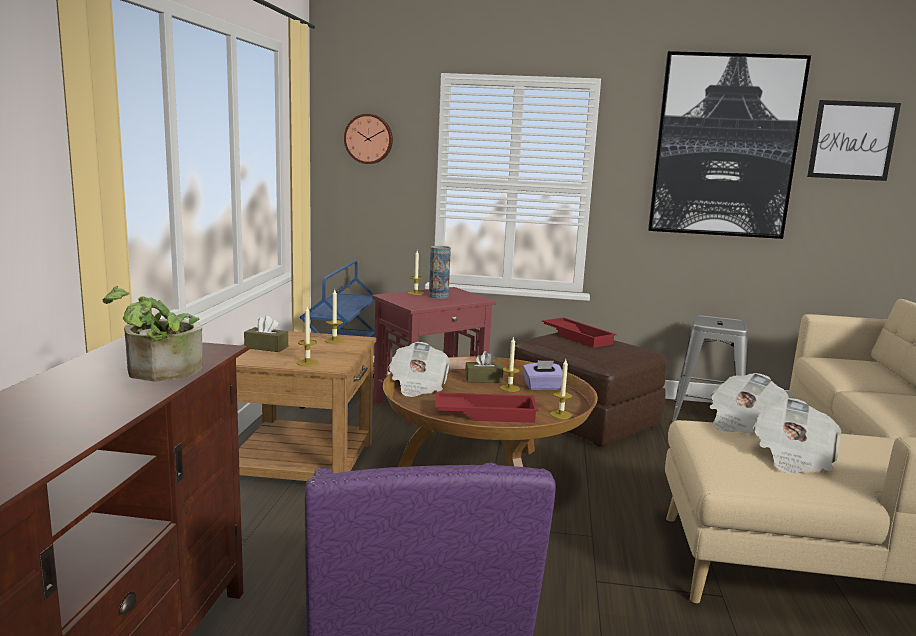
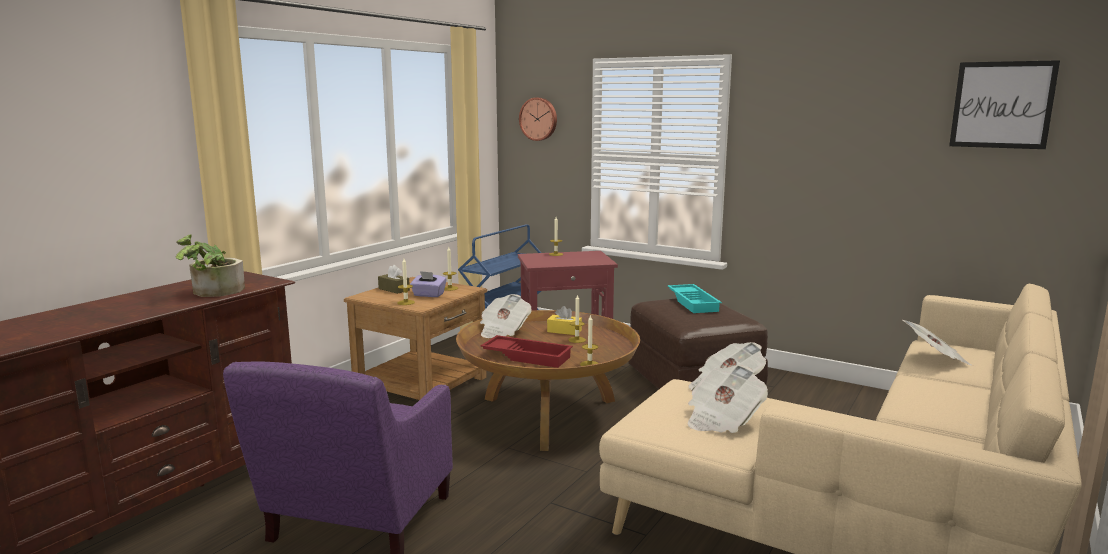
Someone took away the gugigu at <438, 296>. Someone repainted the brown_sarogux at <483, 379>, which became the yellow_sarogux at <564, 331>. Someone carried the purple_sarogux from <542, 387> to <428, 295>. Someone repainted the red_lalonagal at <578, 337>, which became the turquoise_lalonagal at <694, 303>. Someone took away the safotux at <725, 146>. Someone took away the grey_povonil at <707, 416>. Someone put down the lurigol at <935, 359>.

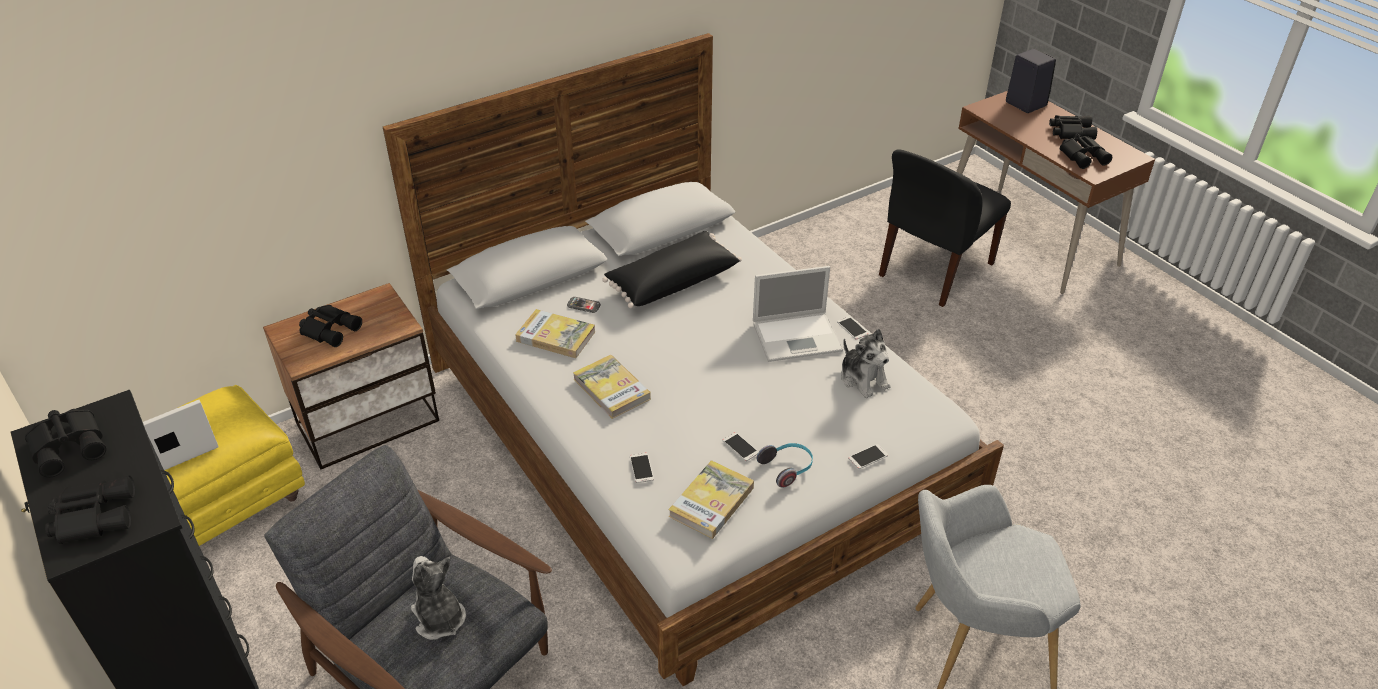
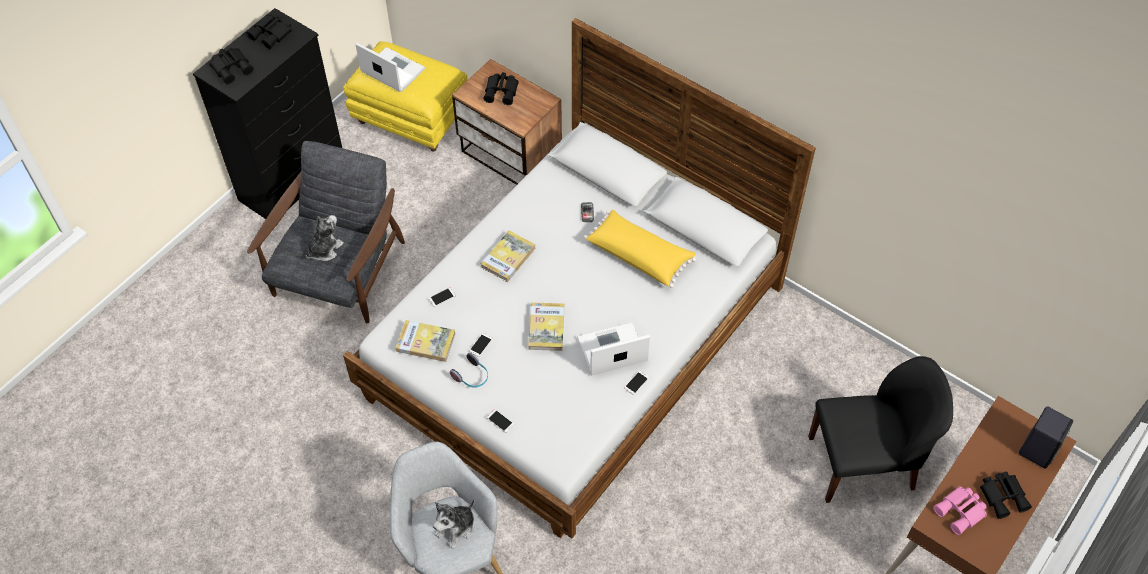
Someone carried the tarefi from <555, 336> to <546, 328>. Someone repainted the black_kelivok at <671, 281>, which became the yellow_kelivok at <639, 255>. Someone rotated the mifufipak at <798, 336> by 105 degrees clockwise. Someone carried the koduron from <863, 379> to <456, 528>. Someone rotated the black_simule at <934, 271> by 150 degrees clockwise. Someone repainted the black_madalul at <1083, 156>, which became the pink_madalul at <961, 512>.

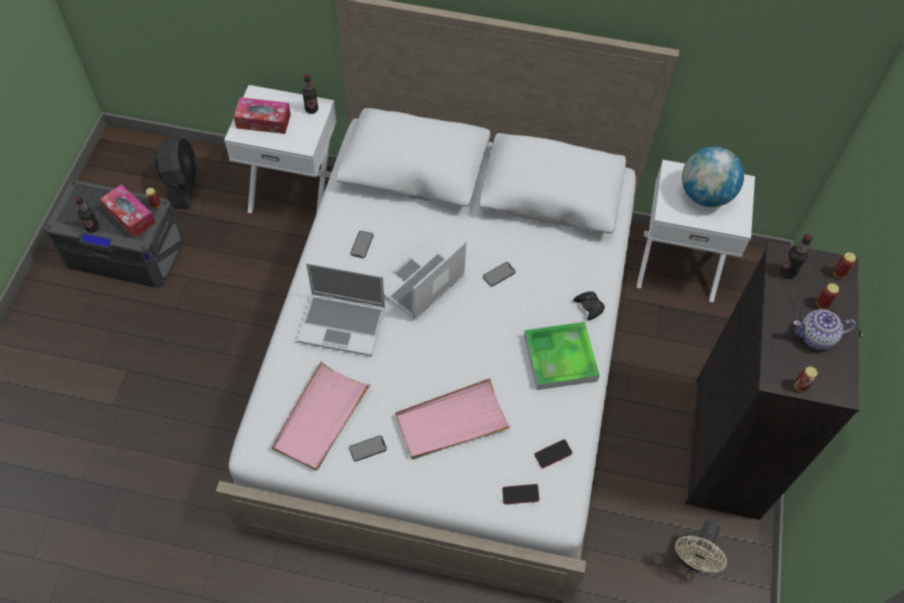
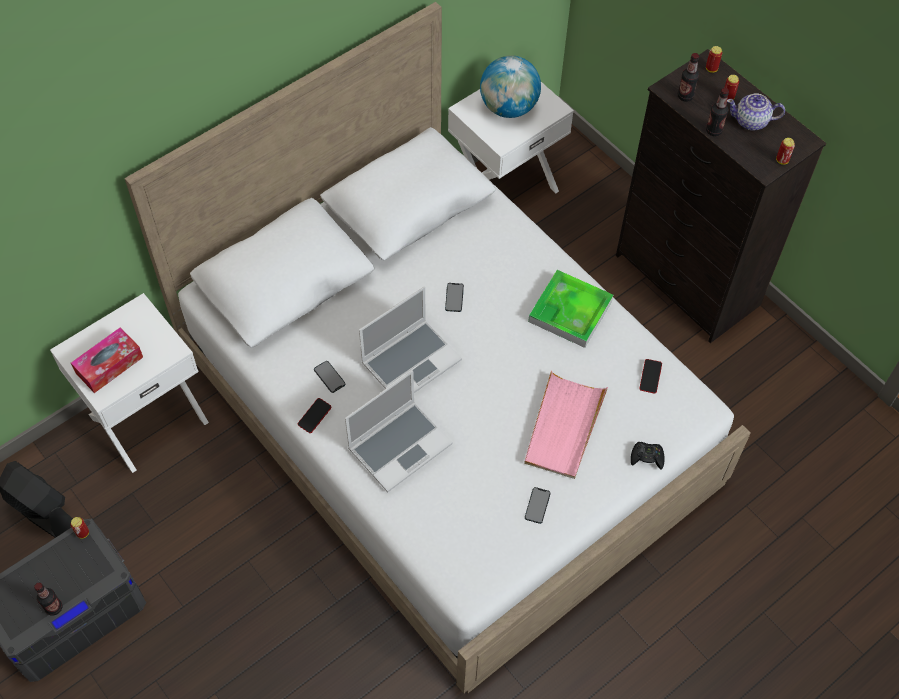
Someone took away the sarogux at <129, 215>. Someone took away the pink_lalonagal at <320, 418>. Someone carried the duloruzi from <311, 109> to <713, 131>. Someone rotated the mifufipak at <420, 284> by 120 degrees counterclockwise. Someone carried the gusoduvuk from <520, 495> to <314, 417>. Someone carried the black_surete from <589, 307> to <647, 457>. Someone took away the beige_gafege at <693, 559>. Someone rotated the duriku at <816, 337> by 60 degrees clockwise.

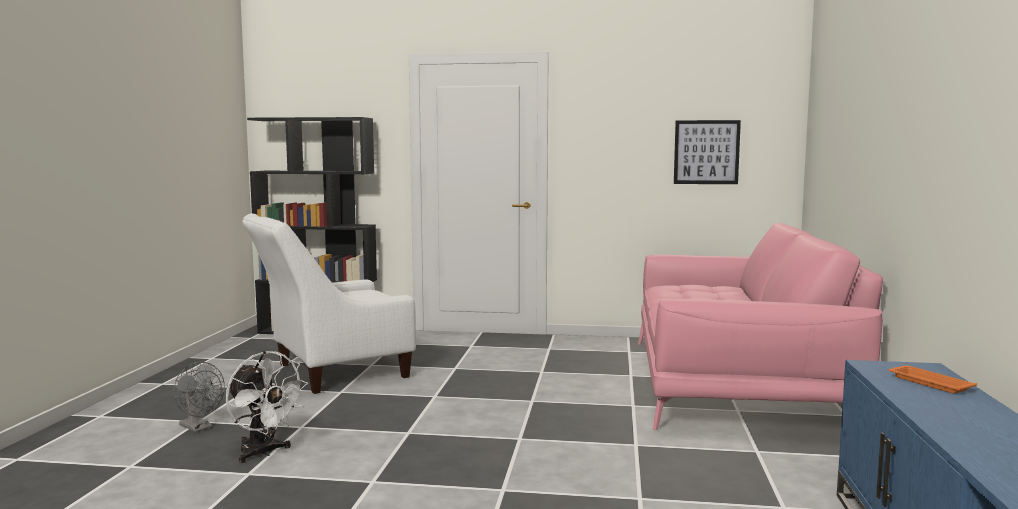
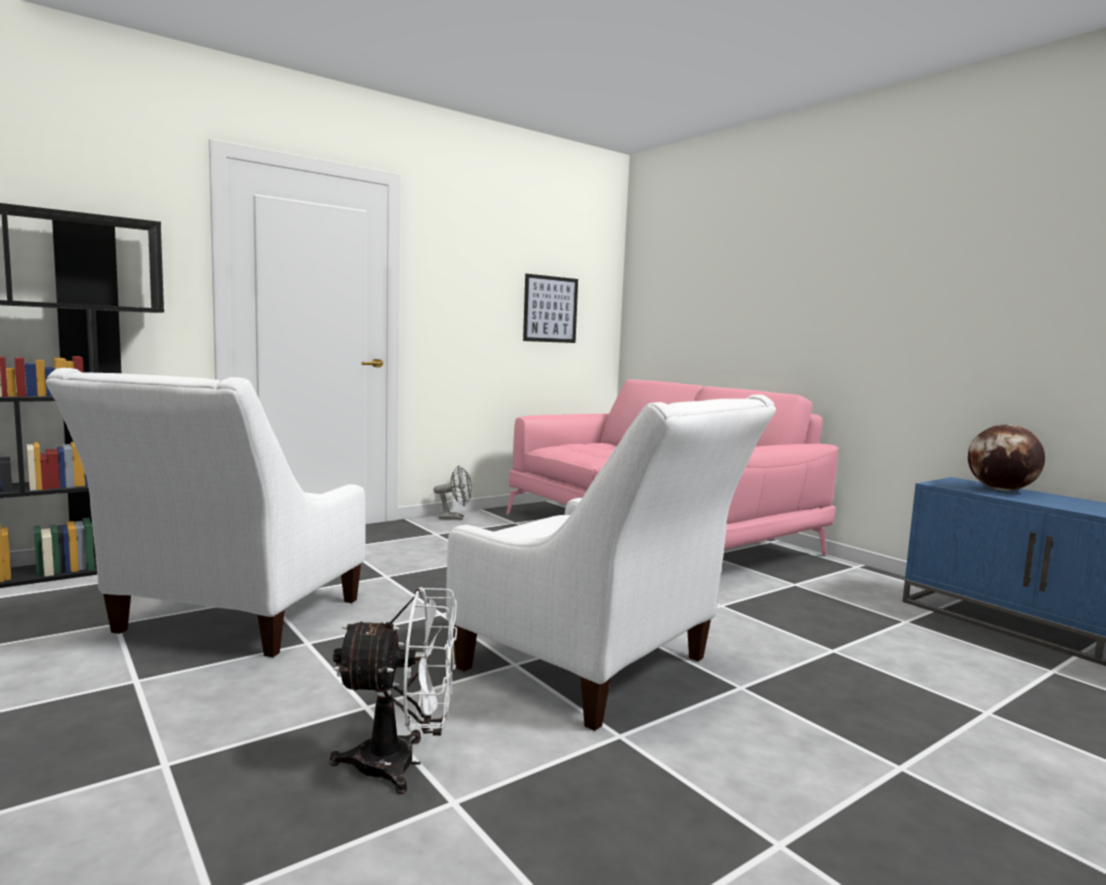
Someone carried the grey_gafege from <199, 428> to <455, 518>. Someone swapped the orange_lalonagal at <929, 383> for the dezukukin at <1001, 490>. Someone put down the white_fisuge at <599, 669>.

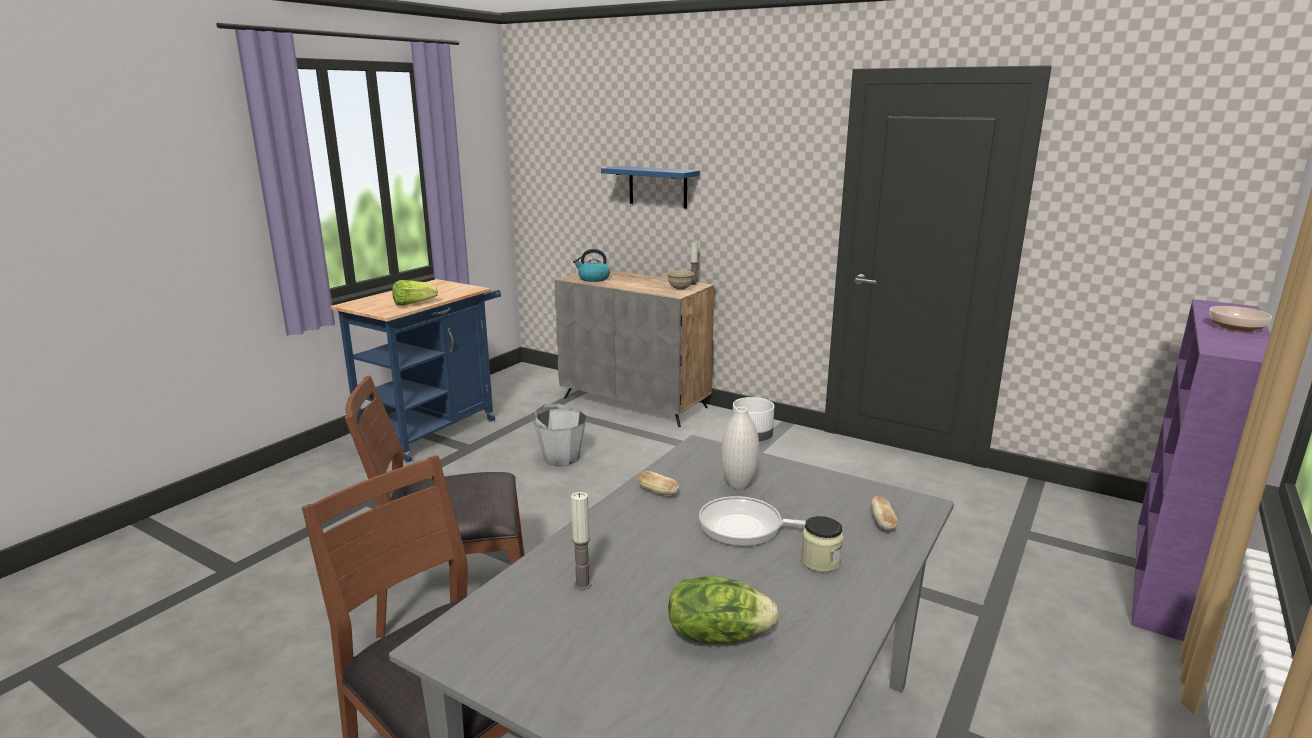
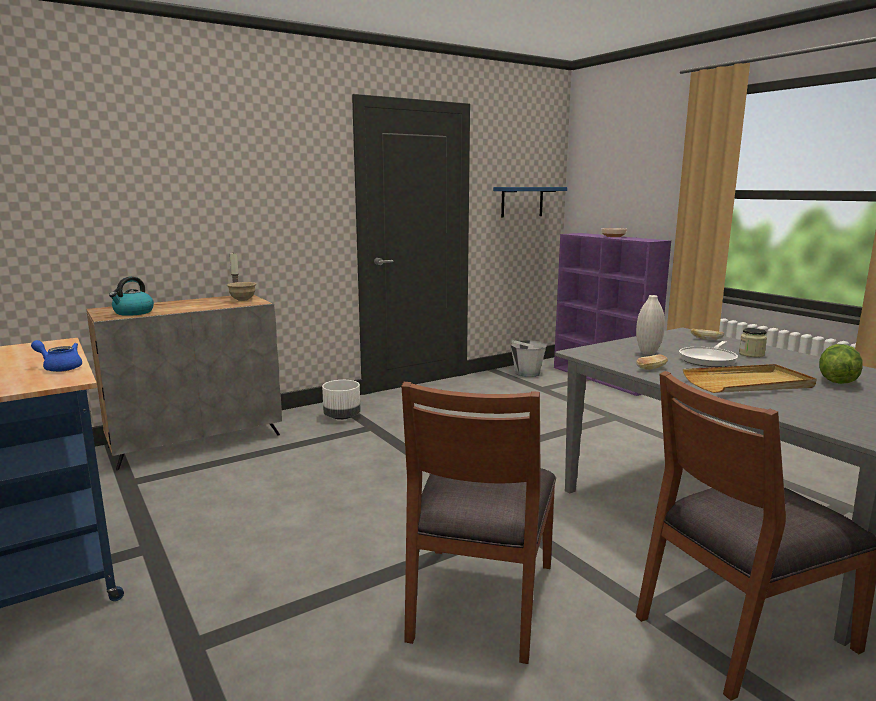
Someone swapped the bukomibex at <413, 304> for the blue_duriku at <60, 367>. Someone carried the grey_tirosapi from <561, 457> to <527, 373>. Someone took away the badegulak at <582, 584>. Someone carried the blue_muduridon from <658, 187> to <522, 201>. Someone put down the beige_lalonagal at <749, 383>.

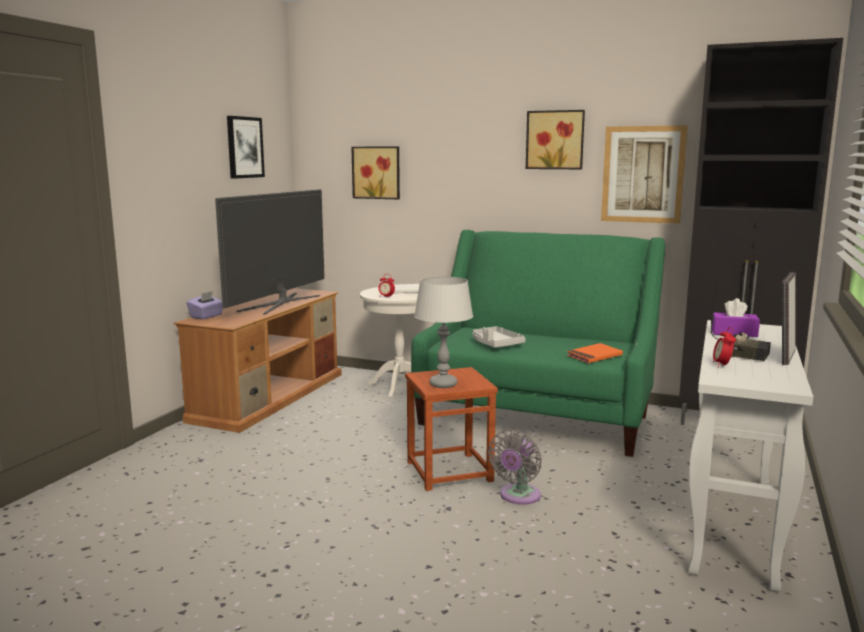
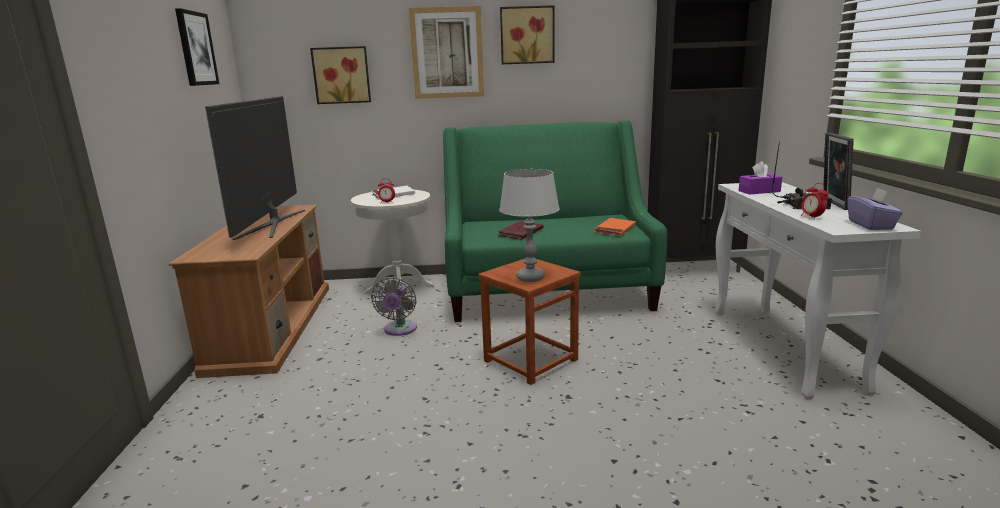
Someone carried the purple_sarogux from <207, 316> to <871, 225>. Someone swapped the grey_lalonagal at <495, 344> for the red_tarefi at <521, 233>. Someone carried the grey_gafege from <518, 497> to <399, 330>. Someone carried the safotux from <643, 174> to <447, 53>.

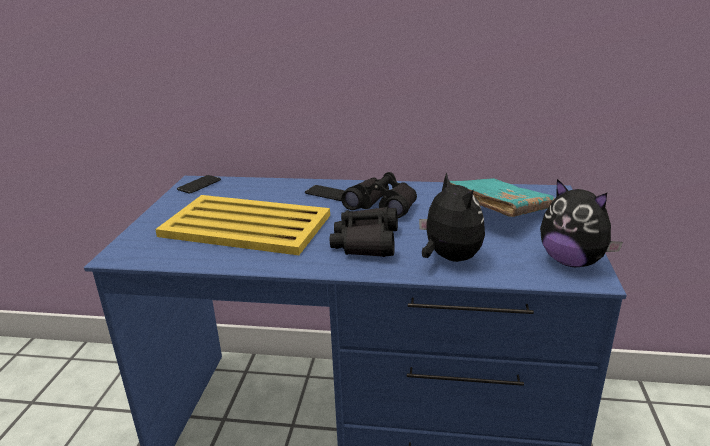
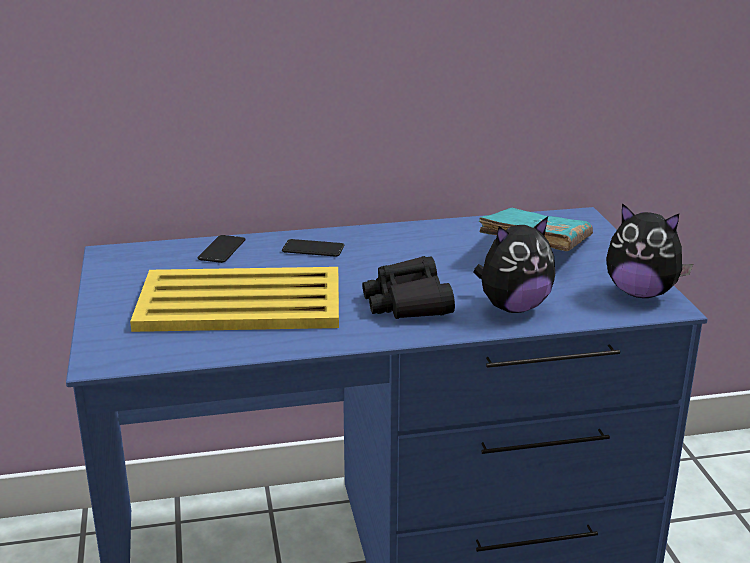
Someone carried the gusoduvuk from <199, 185> to <222, 250>. Someone took away the black_madalul at <382, 206>. Someone rotated the koduron at <449, 258> by 105 degrees clockwise.

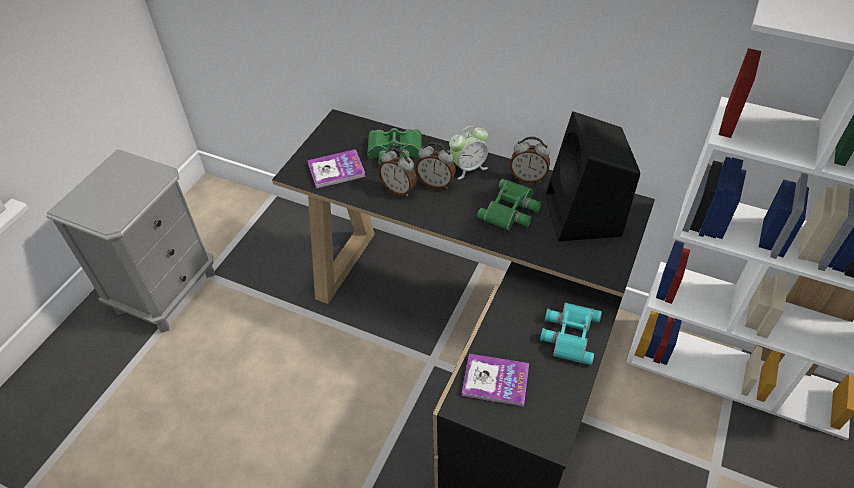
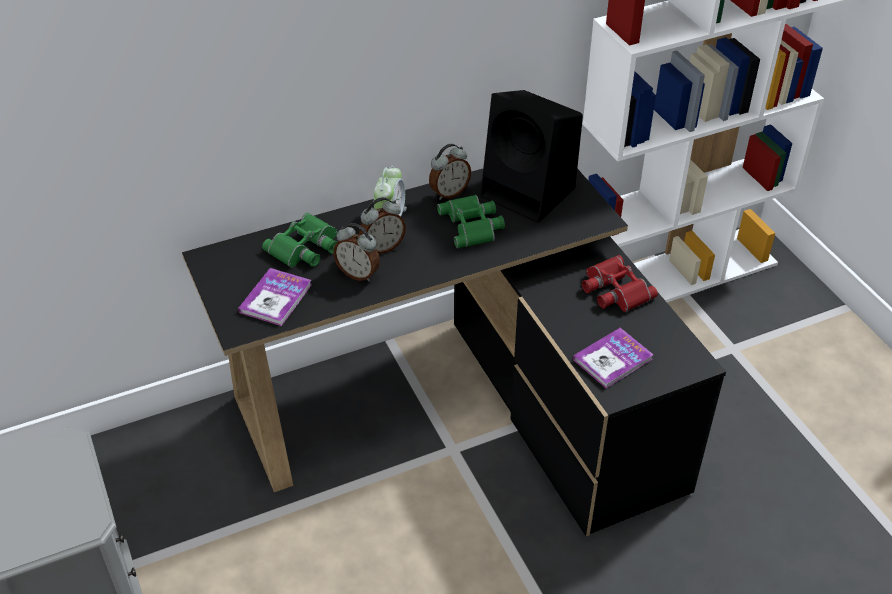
Someone rotated the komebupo at <399, 189> by 45 degrees clockwise. Someone repainted the turquoise_madalul at <568, 334>, which became the red_madalul at <614, 290>.

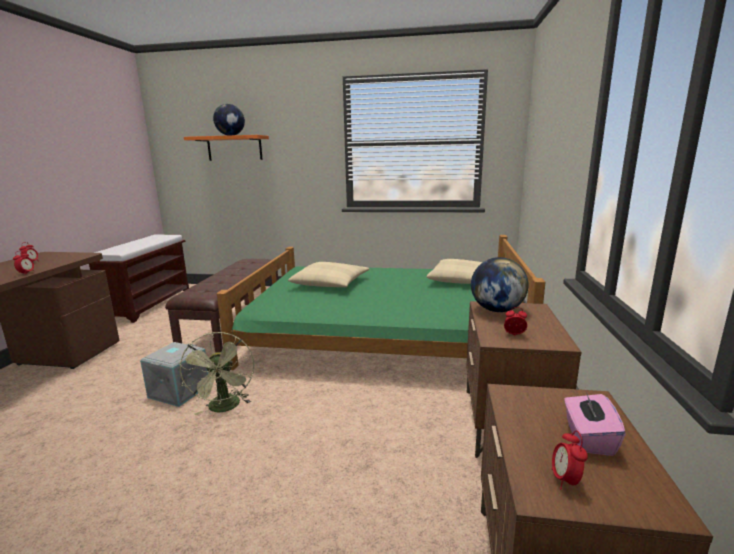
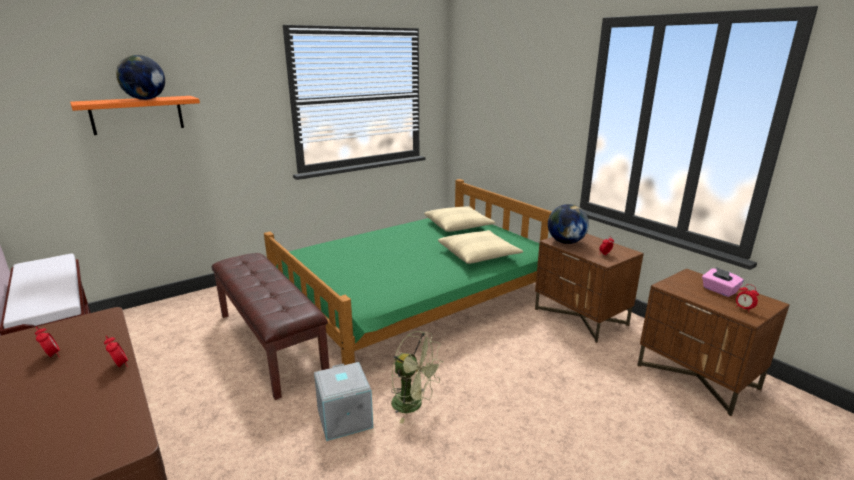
Someone carried the beige_kelivok from <330, 283> to <478, 254>.

